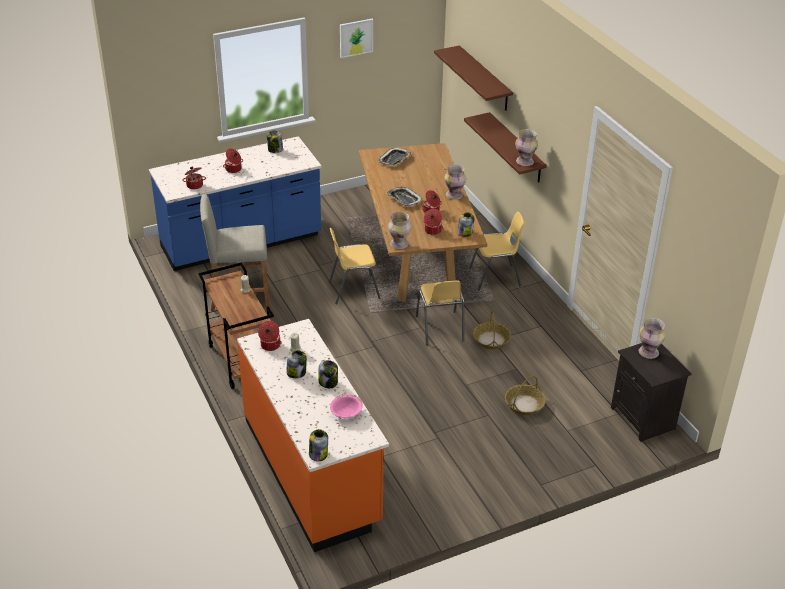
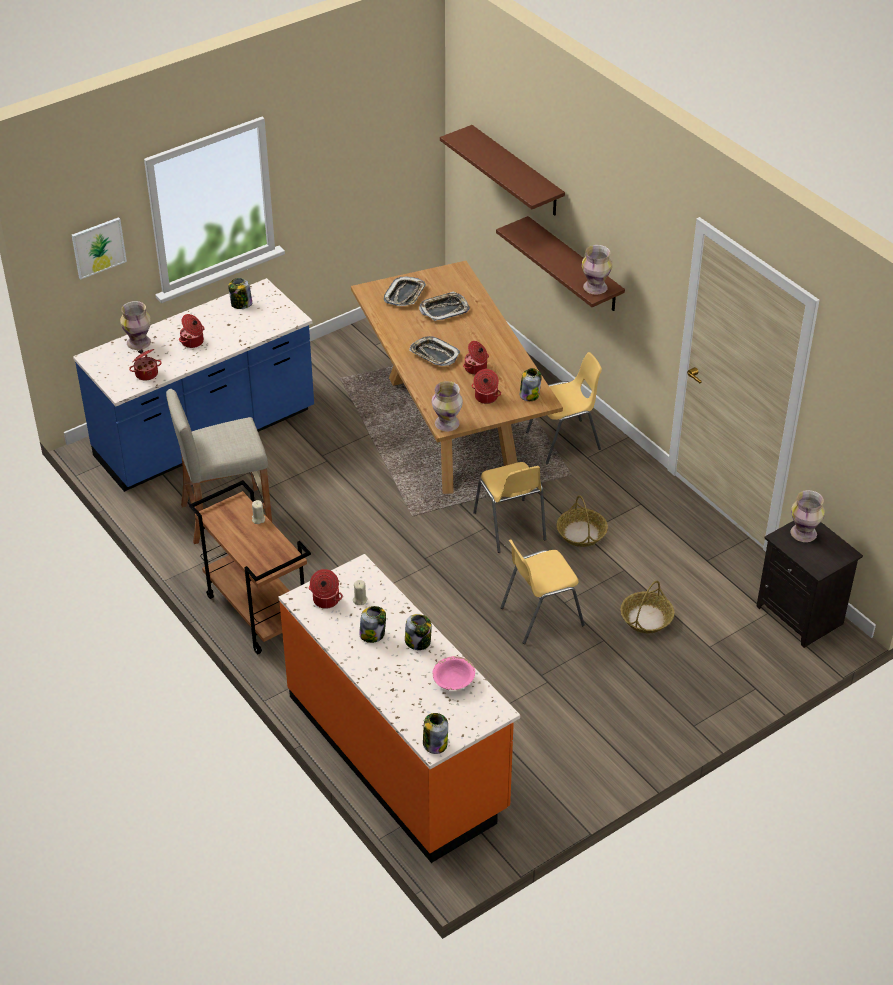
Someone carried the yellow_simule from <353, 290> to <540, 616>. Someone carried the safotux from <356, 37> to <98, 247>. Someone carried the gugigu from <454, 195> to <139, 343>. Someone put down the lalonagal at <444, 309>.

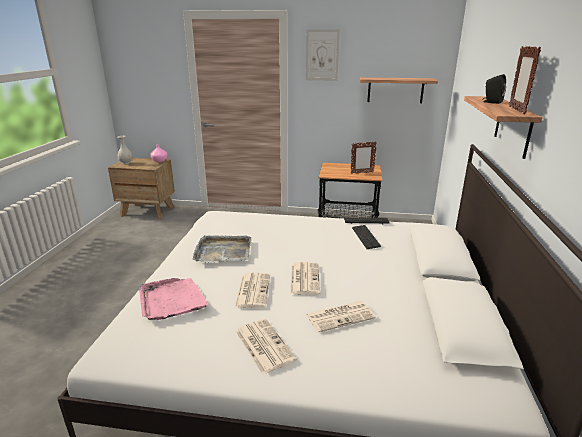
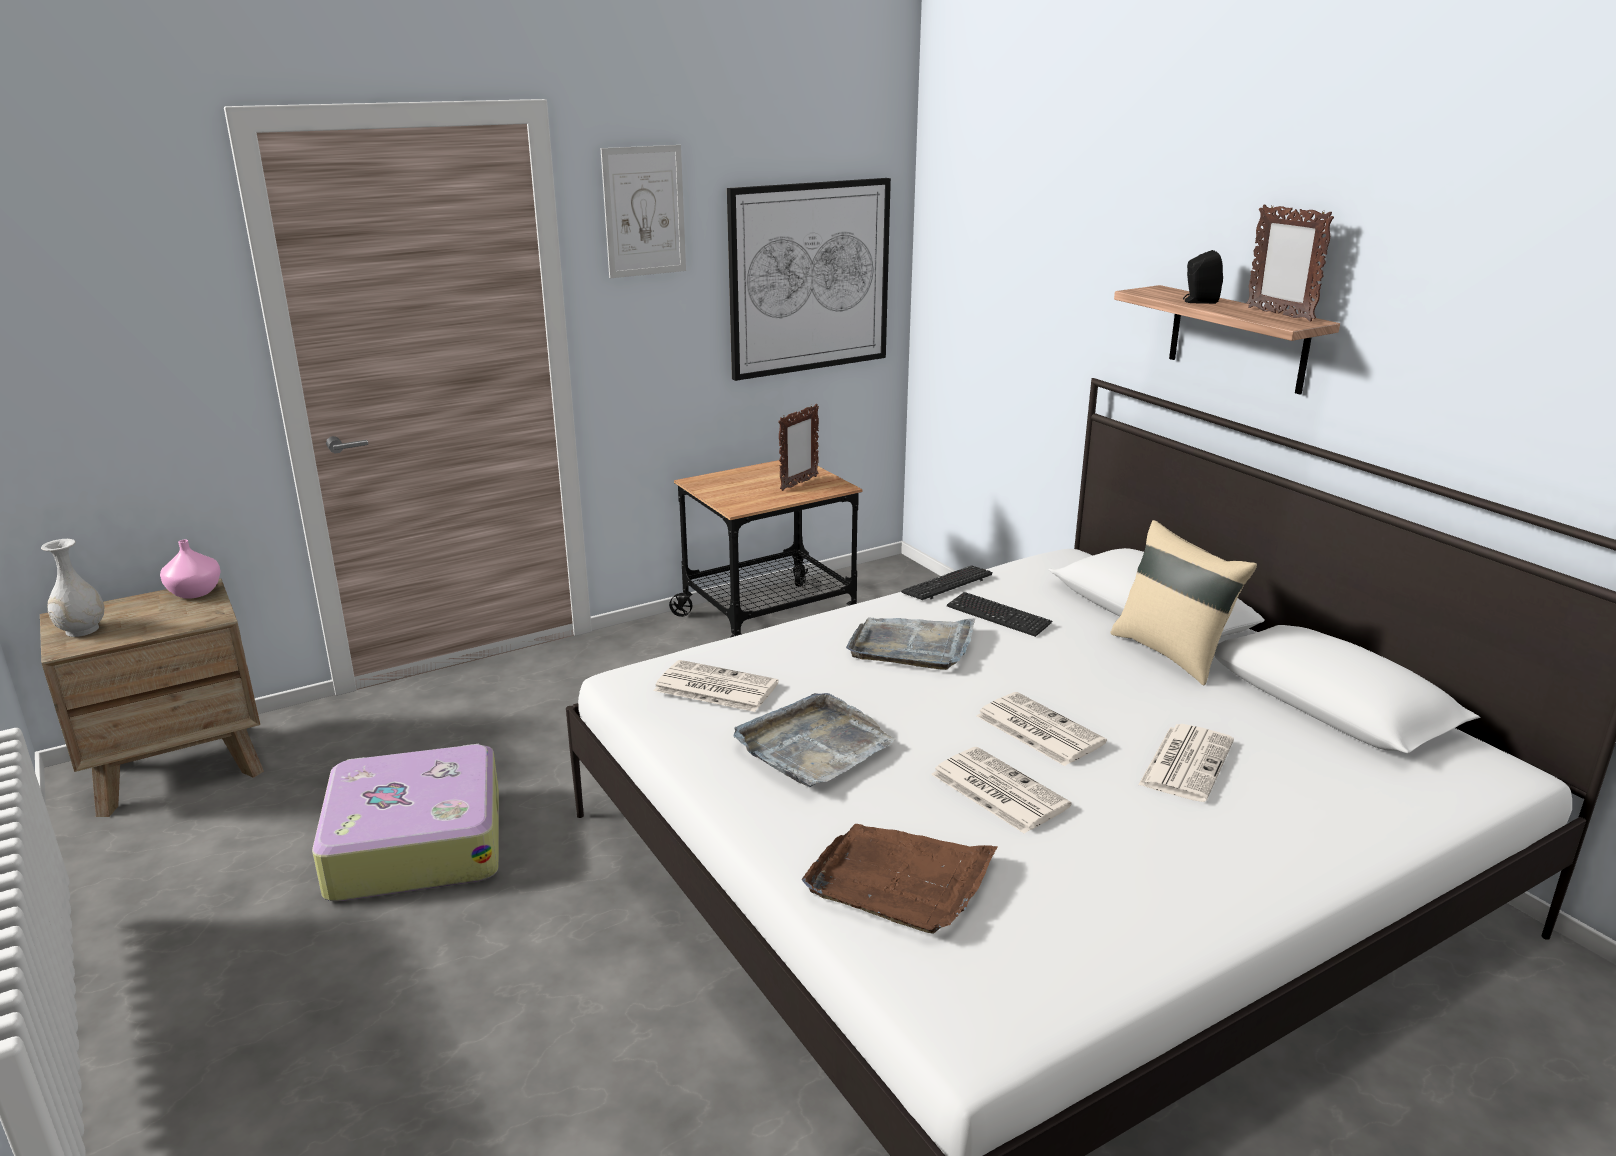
Someone repainted the pink_lalonagal at <172, 300>, which became the brown_lalonagal at <900, 880>. Someone carried the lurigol from <263, 345> to <714, 687>. Someone swapped the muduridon at <395, 90> for the safotux at <809, 278>. Someone put down the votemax at <415, 843>. Someone put down the grey_lalonagal at <912, 645>. Someone put down the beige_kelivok at <1172, 653>.

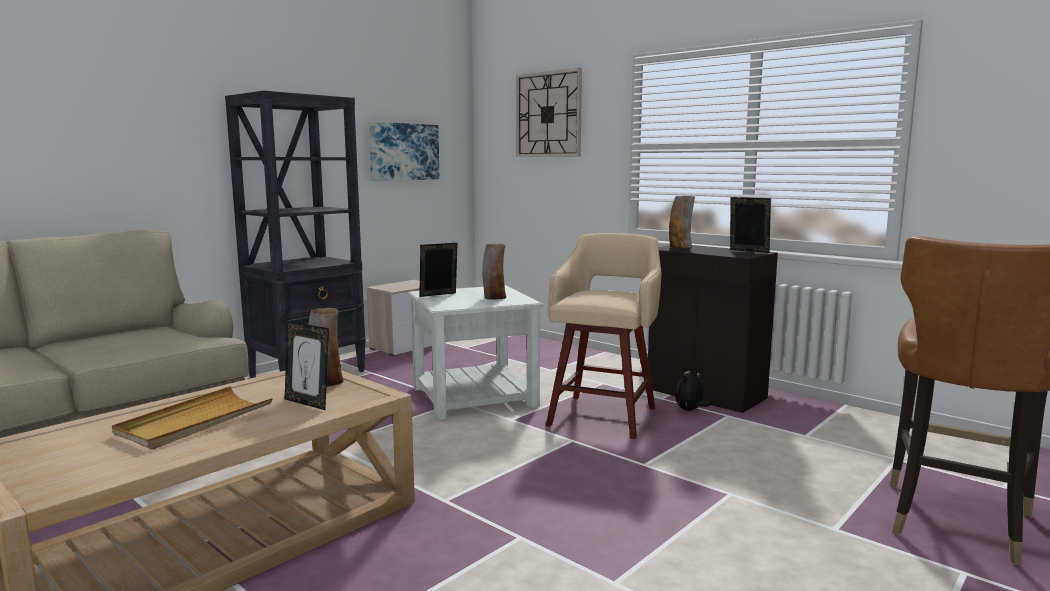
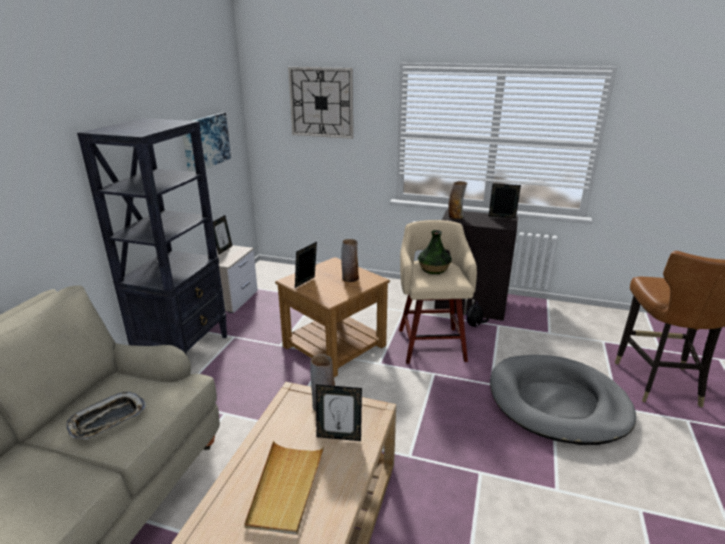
Someone repainted the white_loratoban at <473, 396>, which became the brown_loratoban at <334, 346>. Someone put down the lalonagal at <108, 420>. Someone put down the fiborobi at <223, 250>. Someone put down the gugigu at <433, 269>. Someone put down the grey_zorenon at <557, 403>.

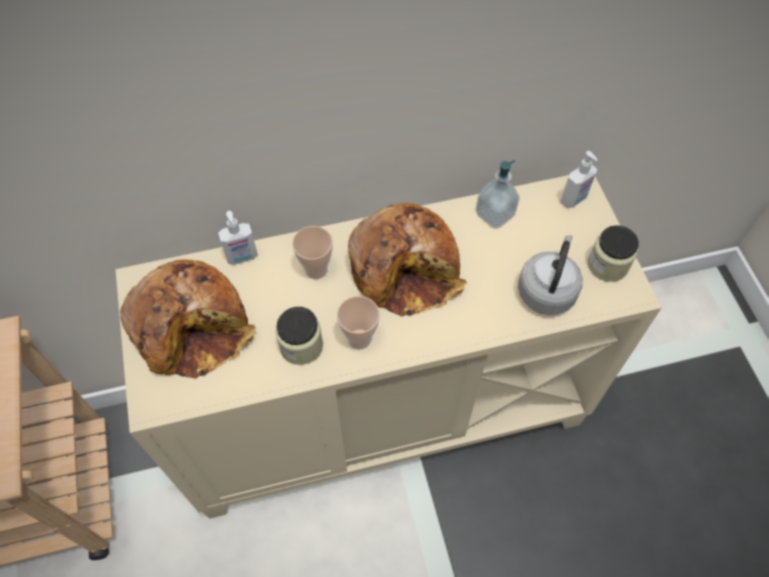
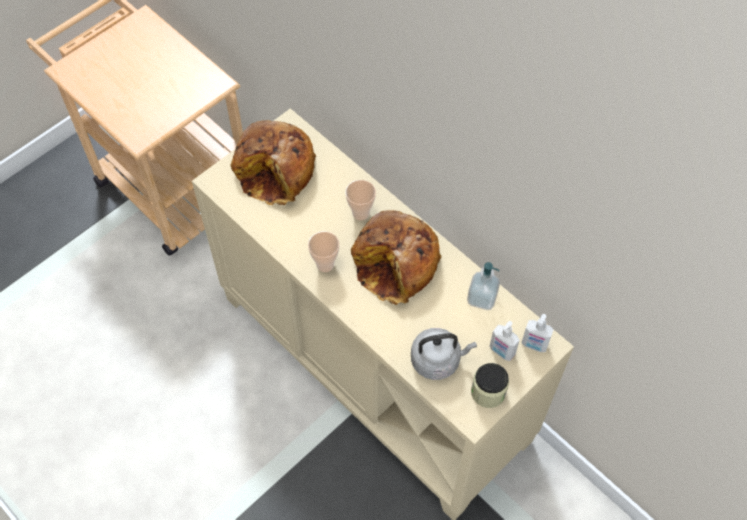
Someone carried the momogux from <242, 257> to <501, 351>. Someone took away the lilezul at <301, 345>.

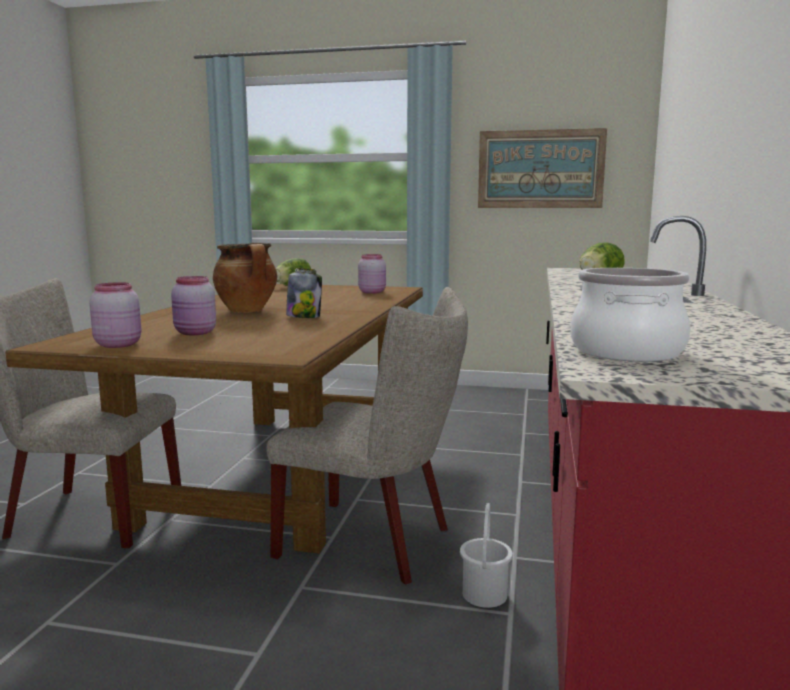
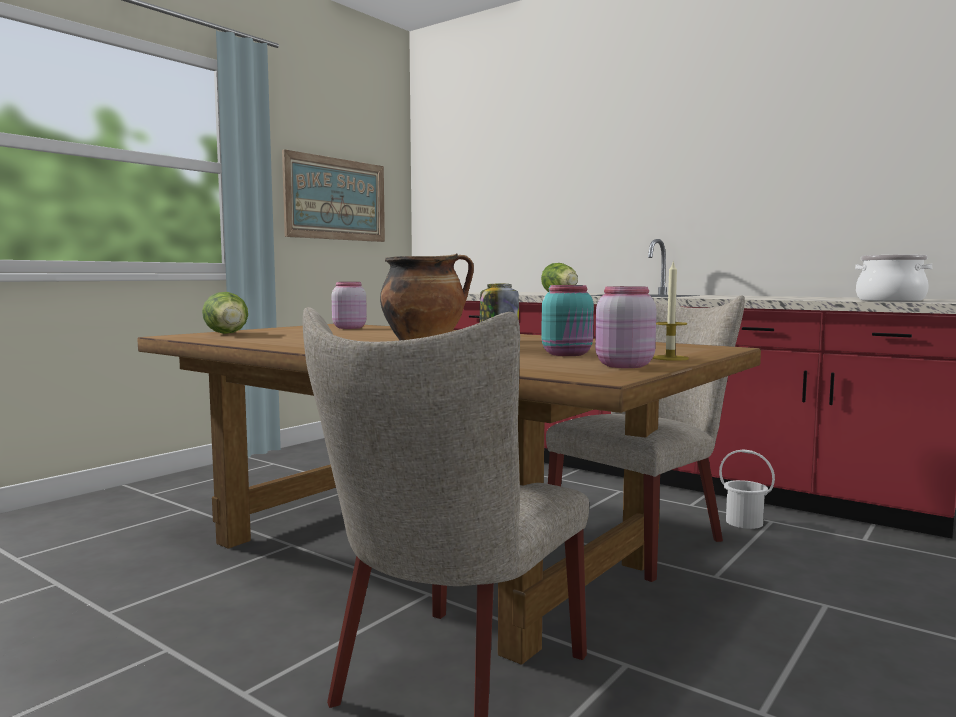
Someone repainted the pink_lilezul at <195, 333>, which became the turquoise_lilezul at <568, 354>. Someone put down the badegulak at <670, 358>.

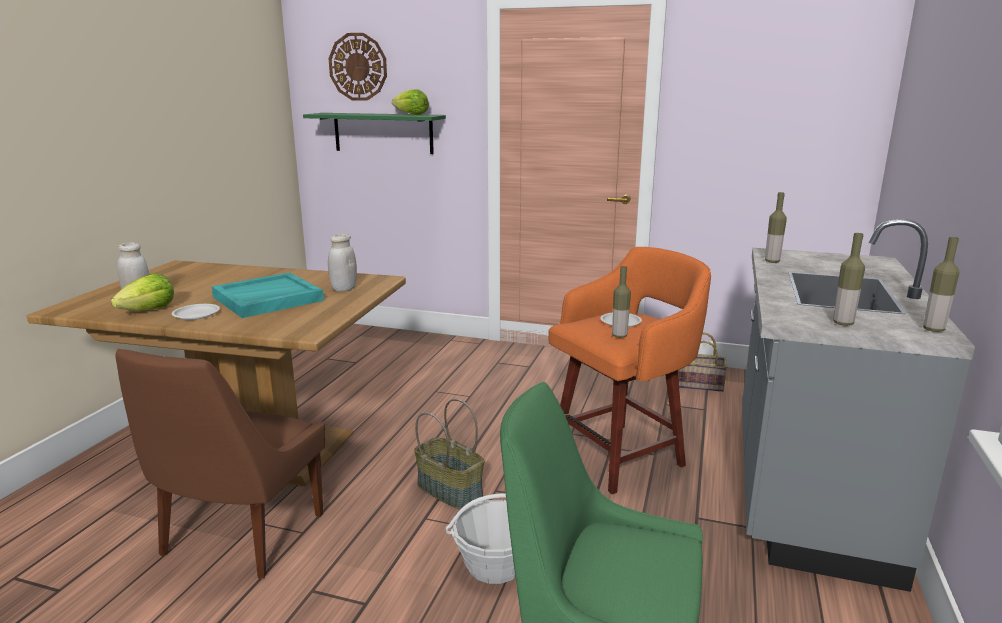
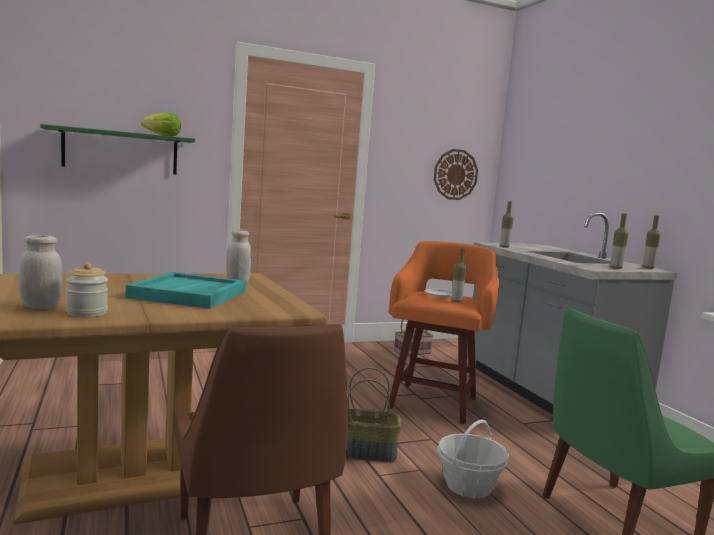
Someone swapped the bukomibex at <149, 311> for the lilezul at <87, 313>. Someone took away the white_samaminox at <197, 314>. Someone carried the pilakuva from <358, 67> to <455, 174>.

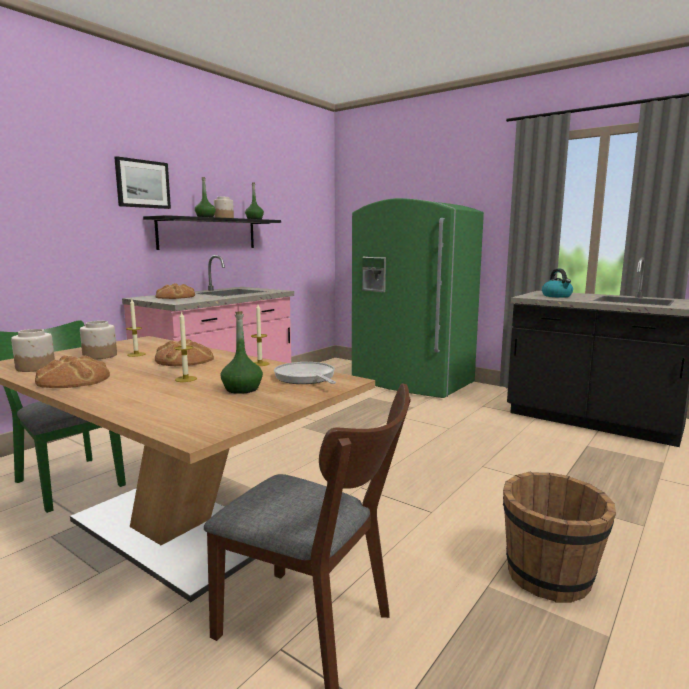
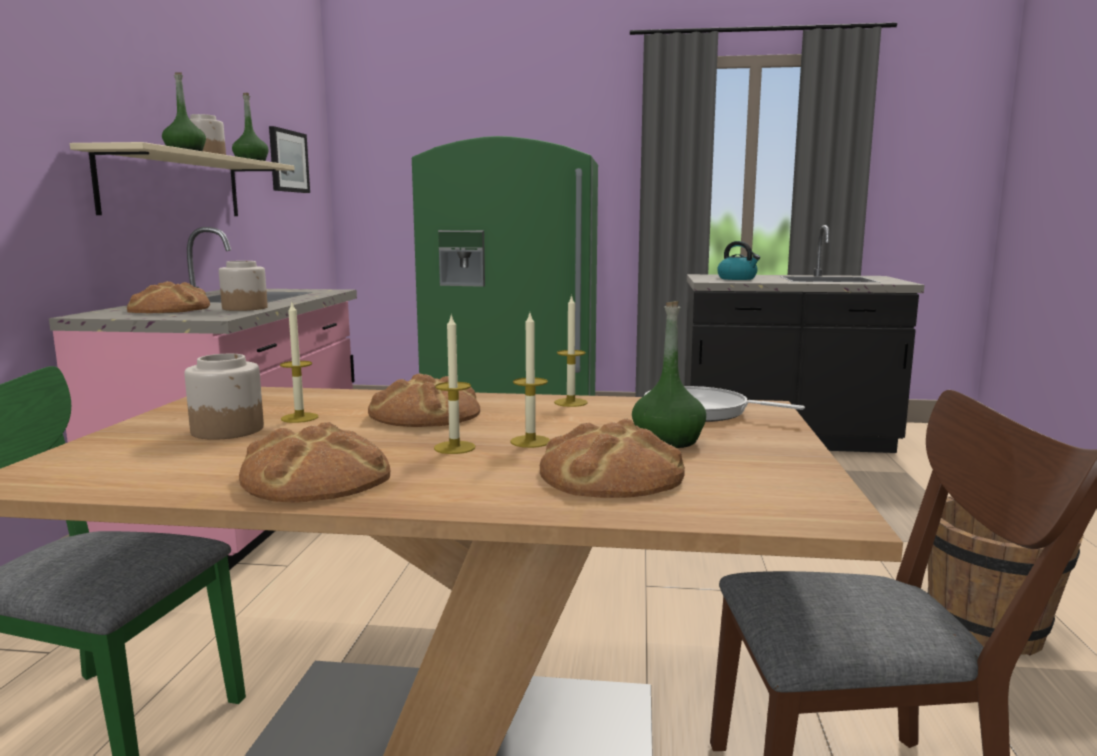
Someone carried the lilezul from <36, 367> to <245, 308>. Someone carried the safotux from <142, 184> to <288, 161>. Someone repainted the black_muduridon at <208, 233>, which became the beige_muduridon at <173, 186>. Someone put down the badegulak at <454, 447>. Someone put down the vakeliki at <611, 474>.

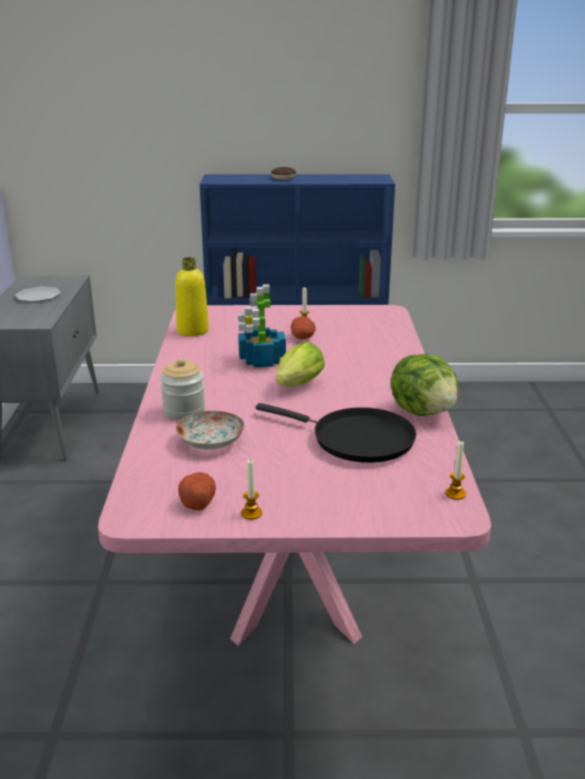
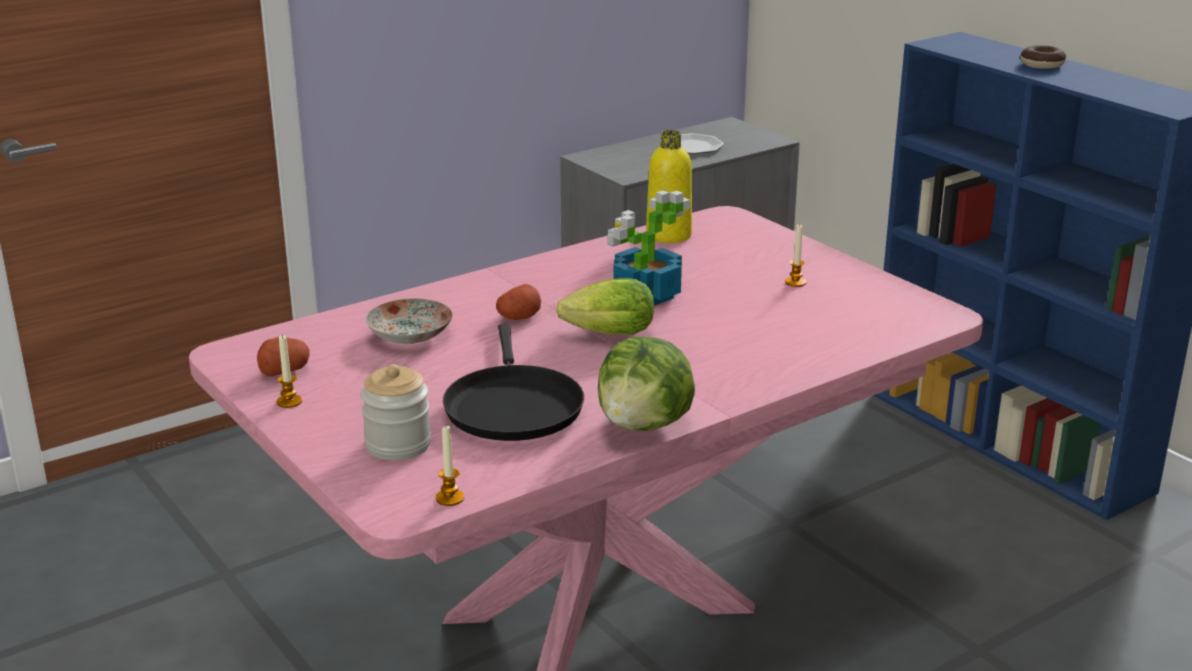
Someone carried the lilezul from <184, 411> to <398, 445>. Someone carried the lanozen from <303, 337> to <519, 317>.

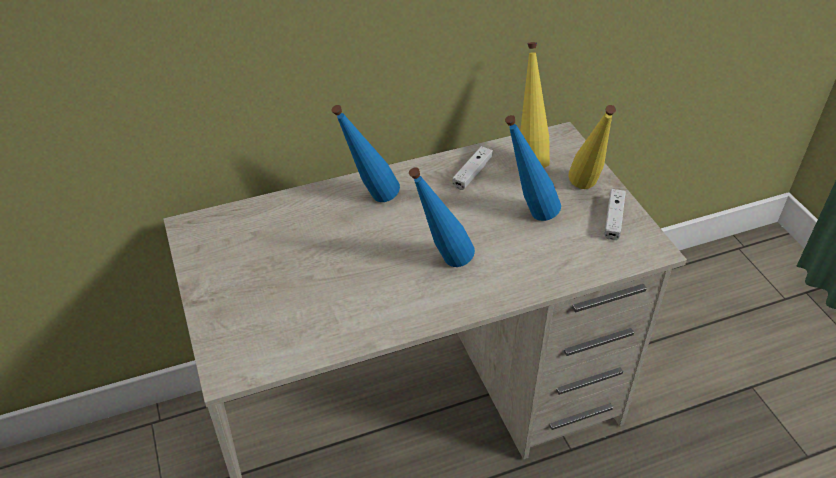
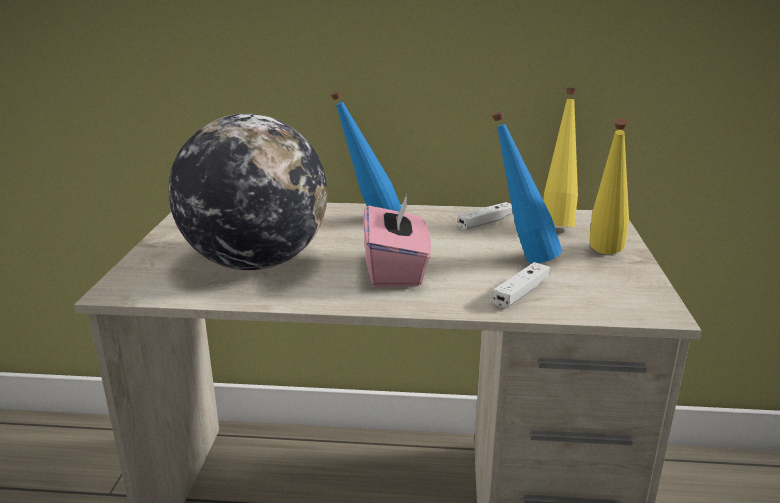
Someone swapped the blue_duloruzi at <441, 264> for the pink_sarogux at <396, 270>. Someone carried the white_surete from <613, 219> to <521, 292>. Someone put down the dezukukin at <255, 263>.

